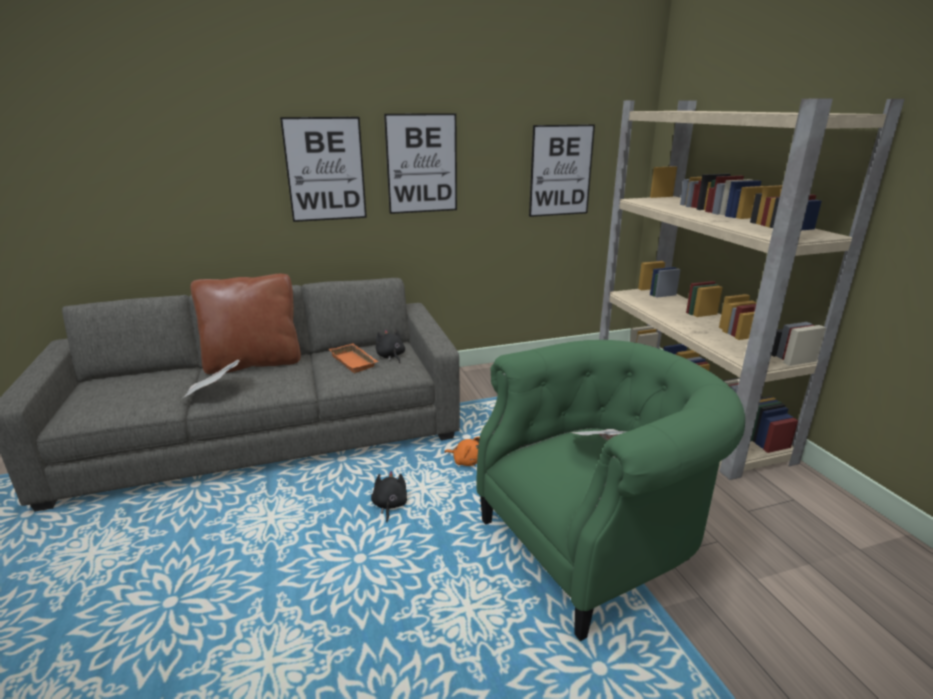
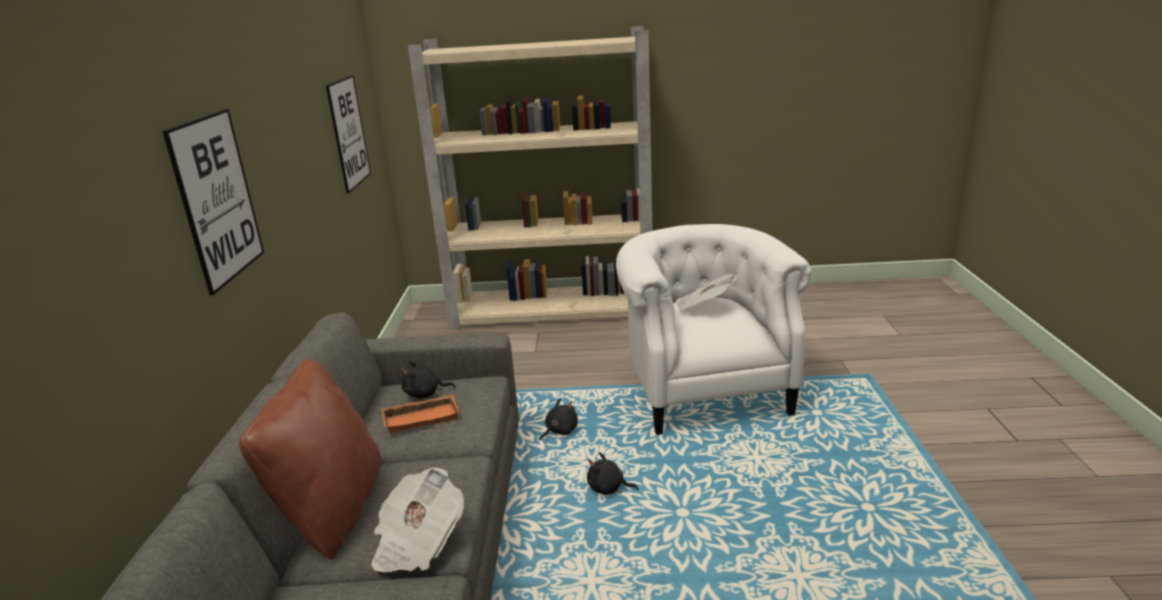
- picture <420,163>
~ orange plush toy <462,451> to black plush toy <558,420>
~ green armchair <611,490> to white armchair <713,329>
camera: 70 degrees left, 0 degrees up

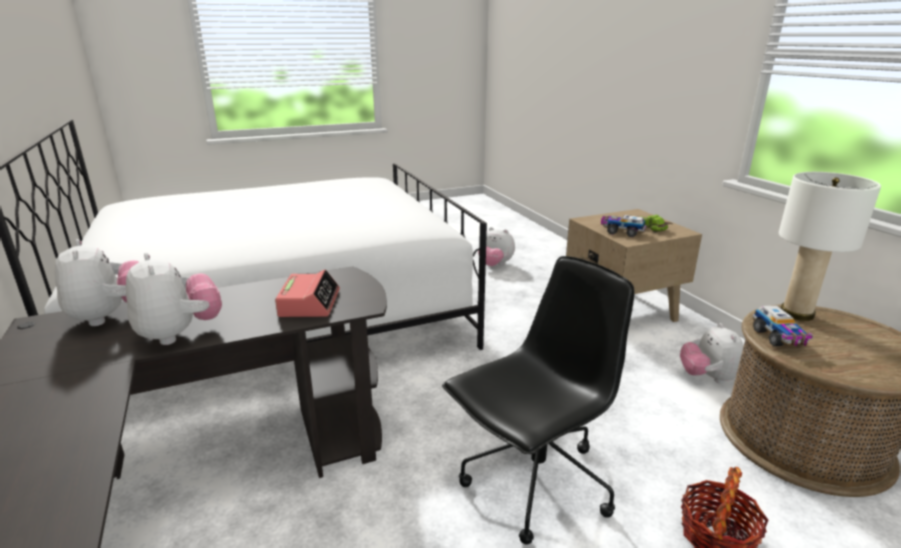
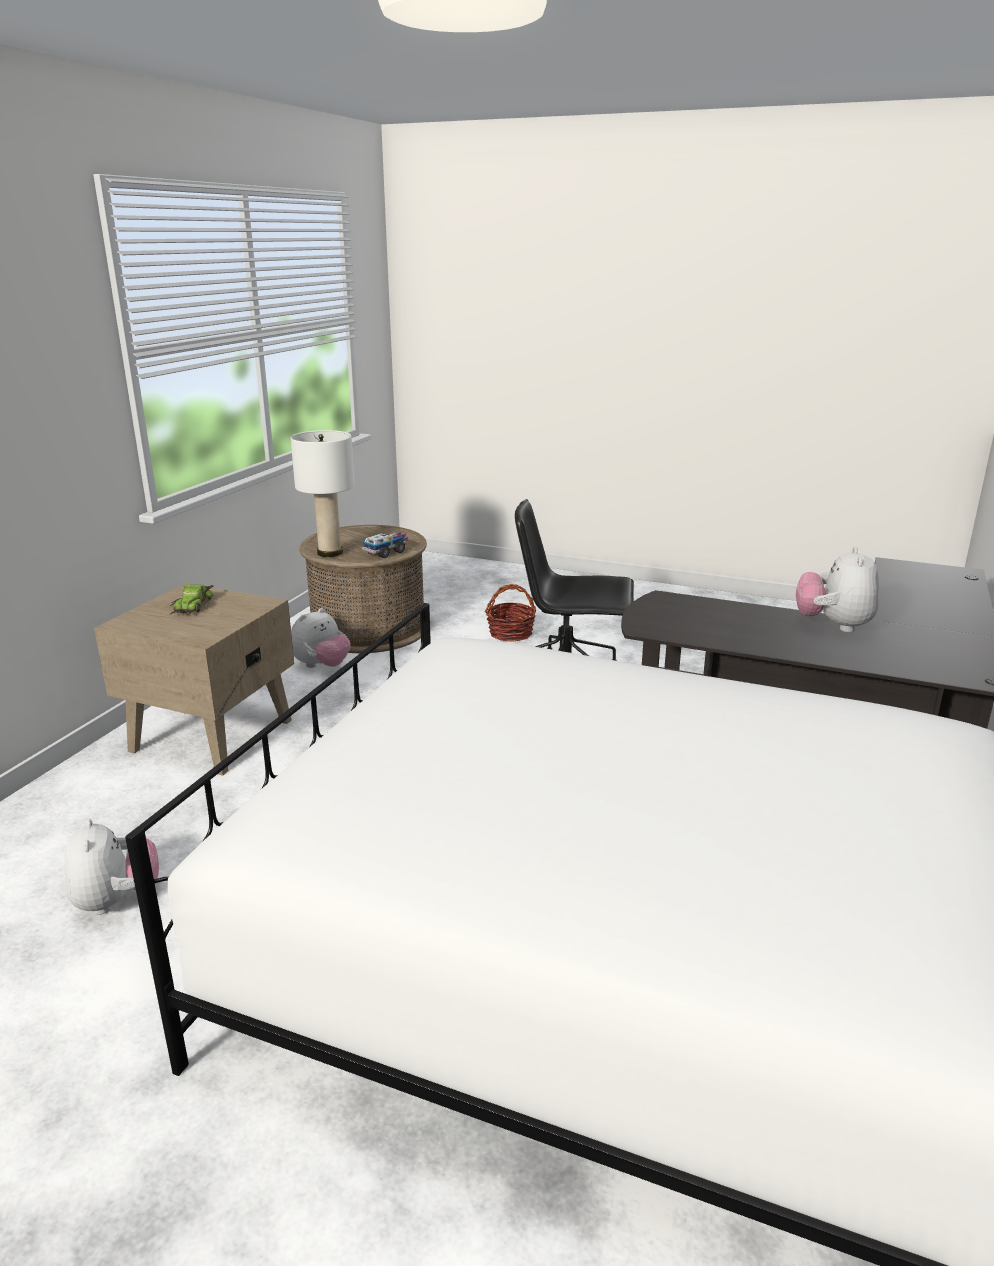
- plush toy <97,282>
- alarm clock <307,293>
- toy truck <623,226>
camera: 135 degrees left, 0 degrees up

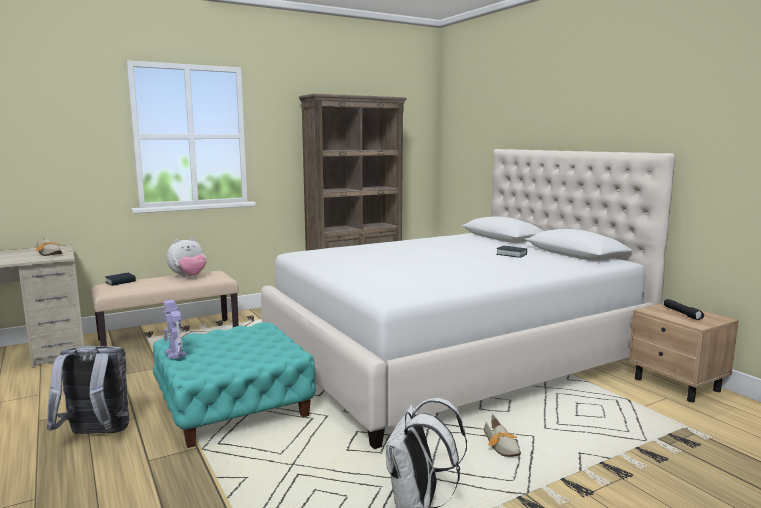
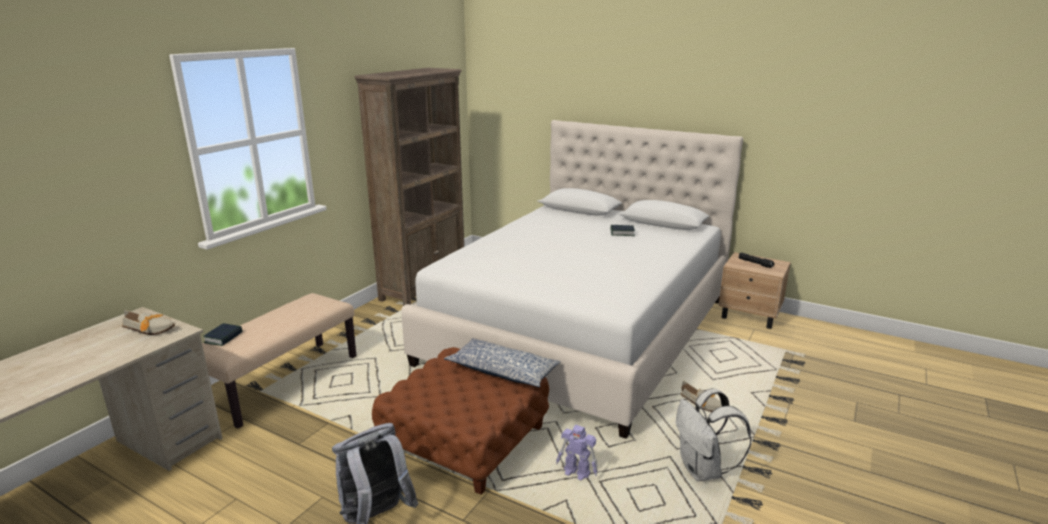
- plush toy <186,257>
+ pillow <502,362>
~ toy robot <174,329> to <577,452>
~ turquoise ottoman <234,385> to brown ottoman <460,421>
camera: 30 degrees left, 10 degrees up

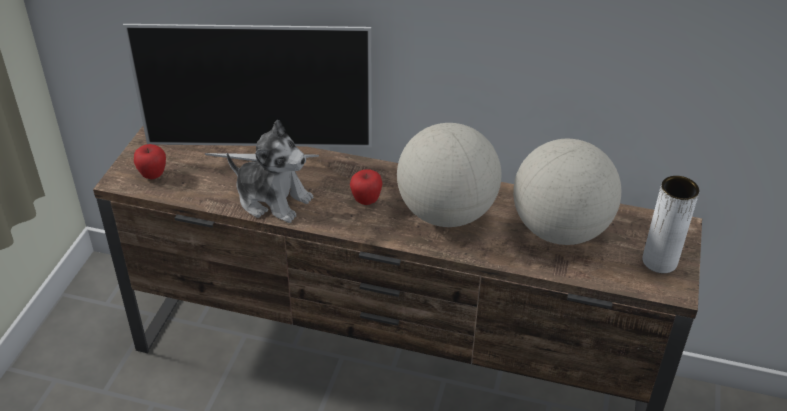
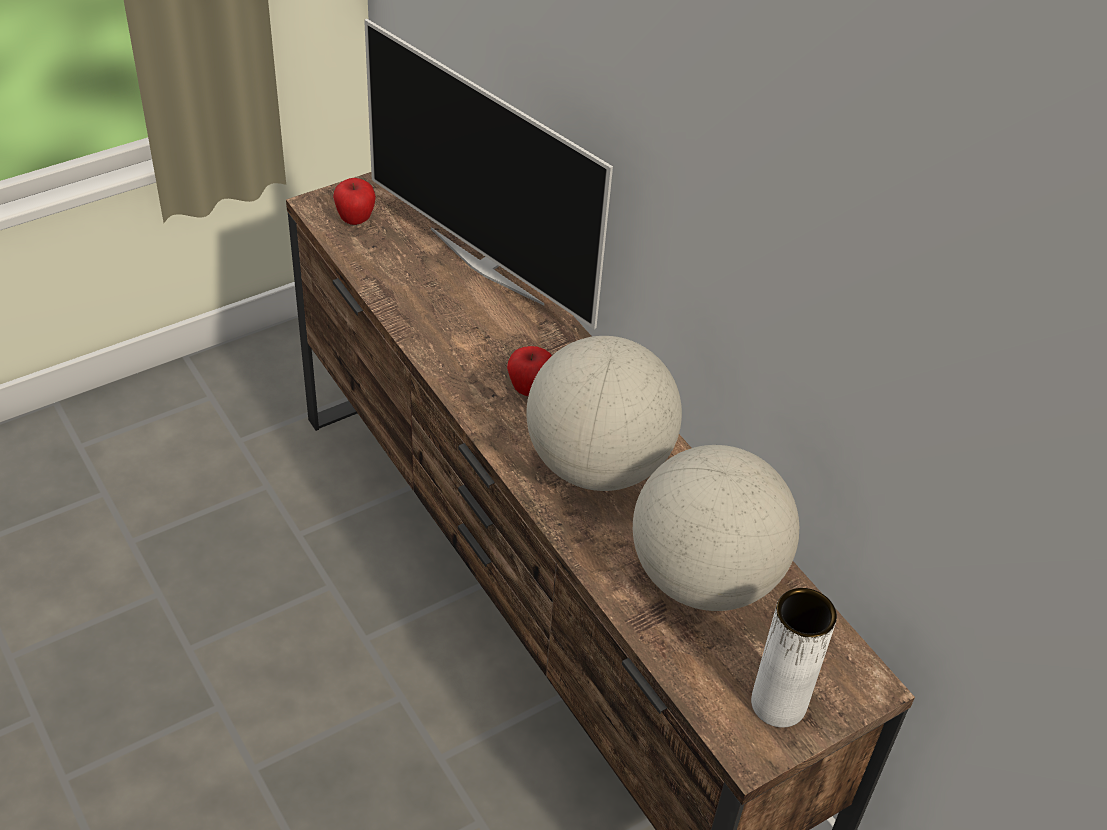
- plush toy <270,171>
camera: 40 degrees right, 5 degrees up

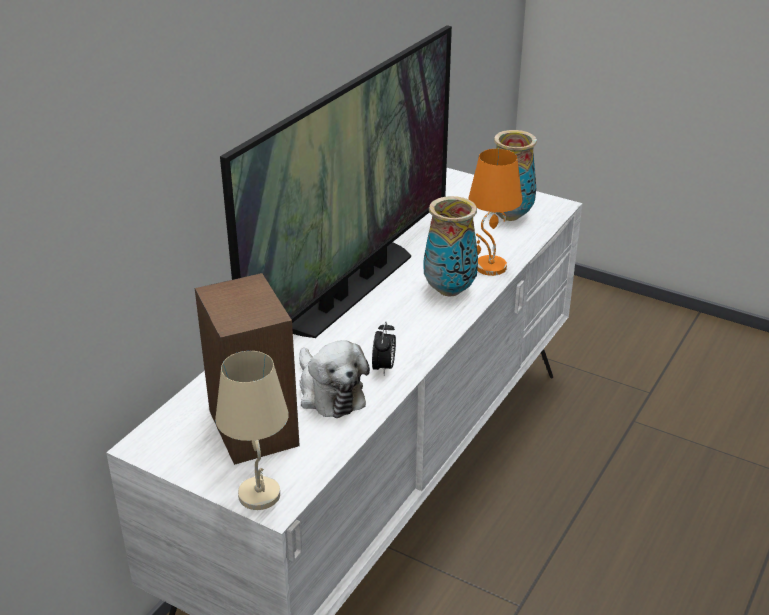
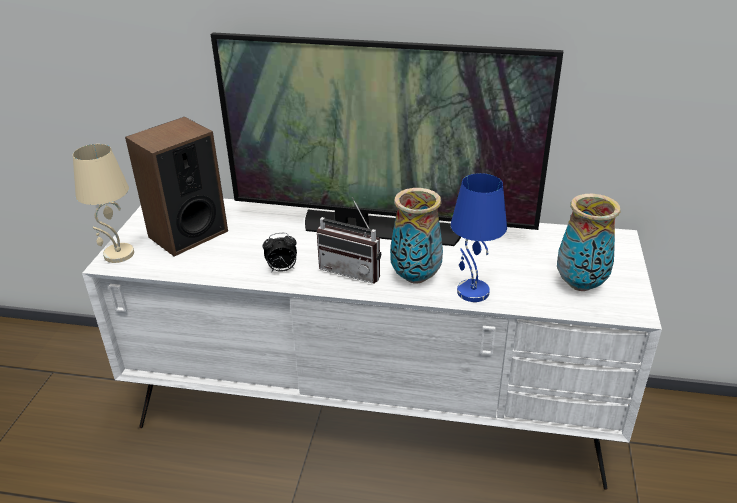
- plush toy <334,379>
+ radio <349,240>
~ orange table lamp <495,212> to blue table lamp <479,237>
camera: 70 degrees right, 0 degrees up

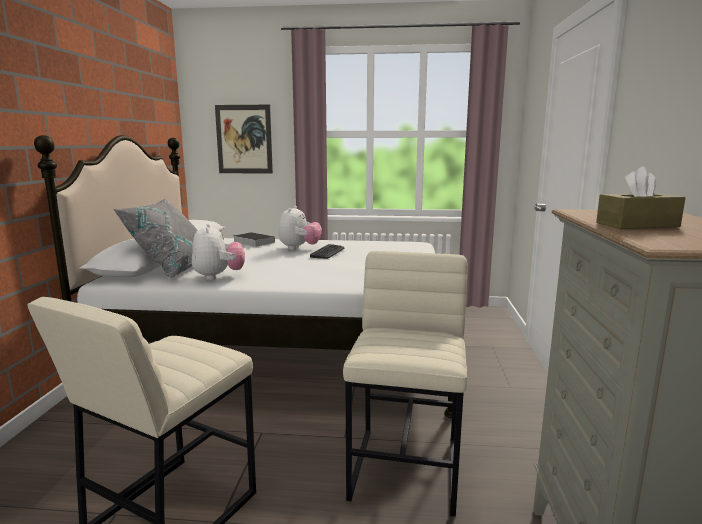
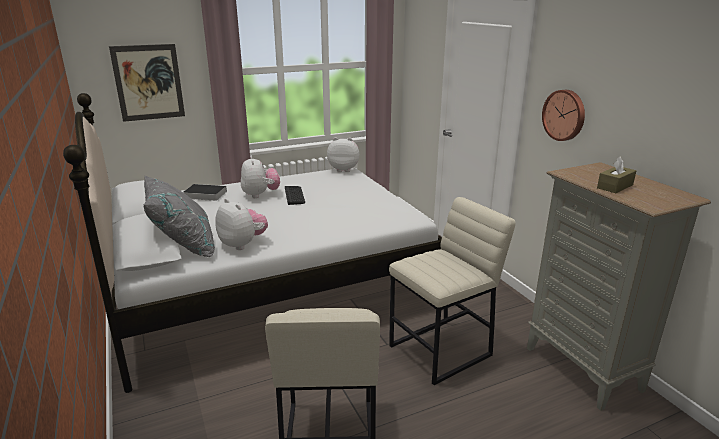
+ plush toy <343,154>
+ wall clock <563,115>
~ beige chair <405,384> = <452,291> 75 degrees clockwise
camera: 30 degrees left, 10 degrees up

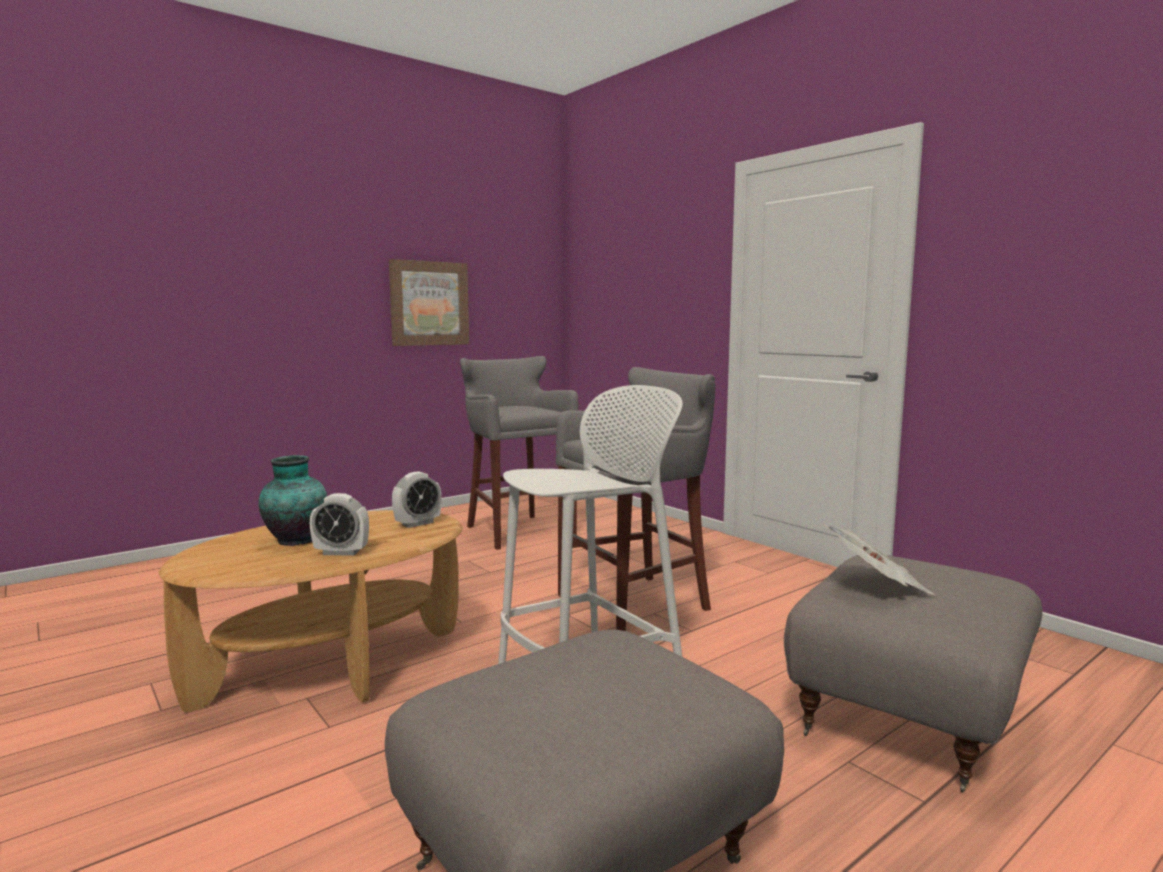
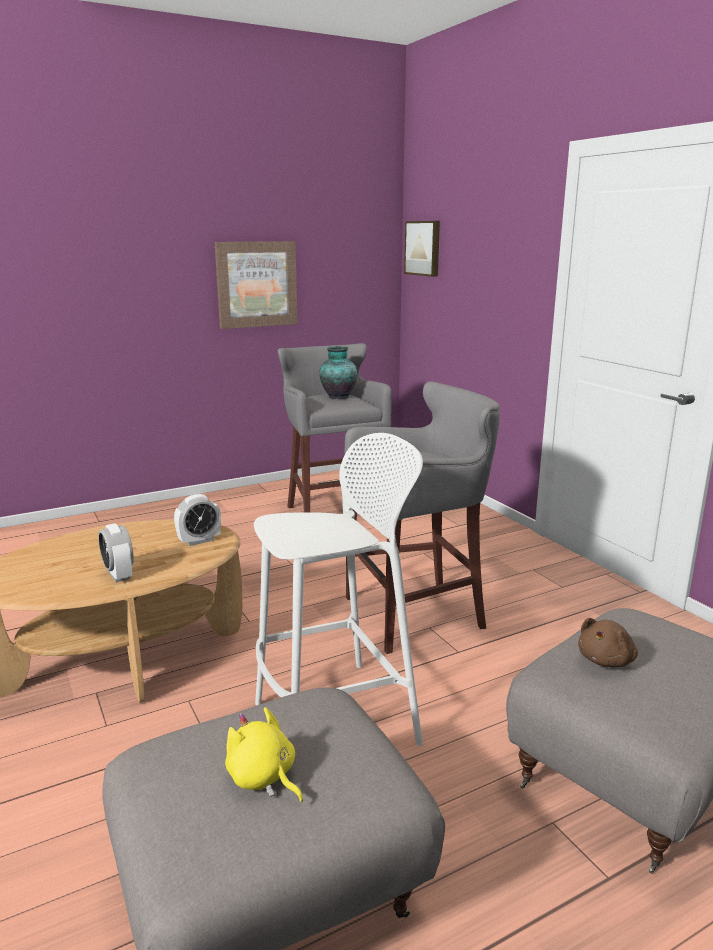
+ yellow plush toy <264,754>
+ picture <422,249>
~ vase <293,500> to <338,372>
~ newspaper <879,559> to brown plush toy <608,642>
~ alarm clock <339,524> = <116,553> 45 degrees clockwise
camera: 10 degrees right, 10 degrees up

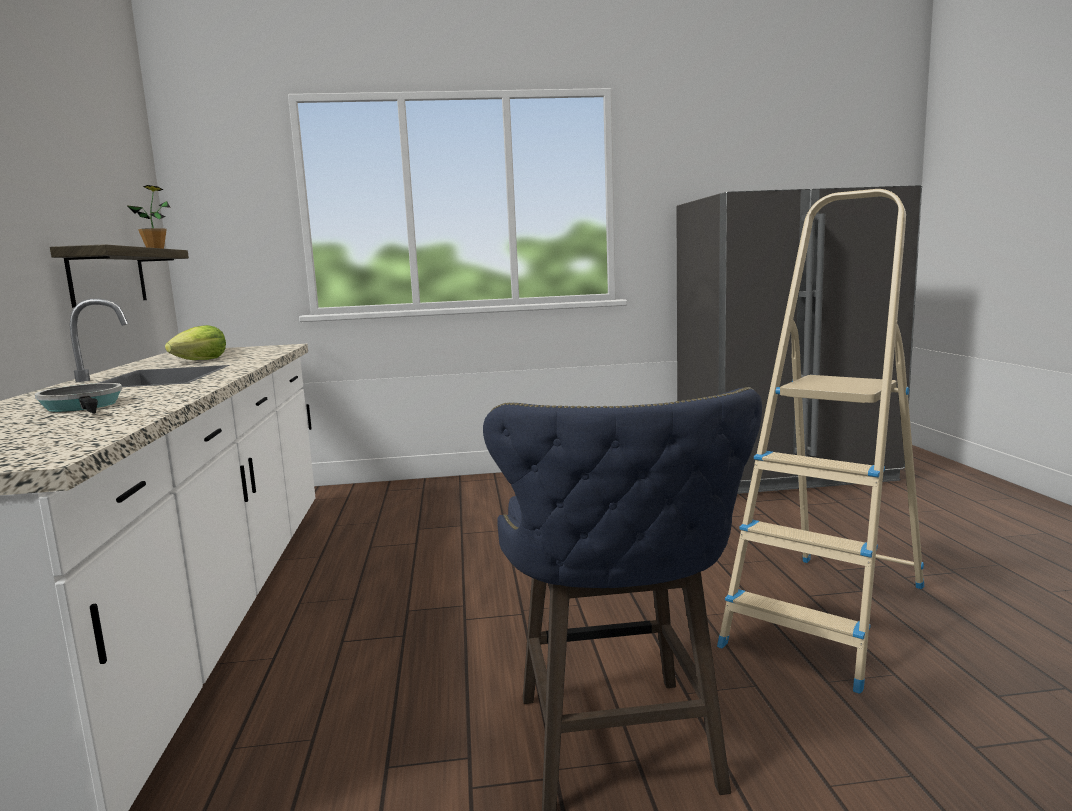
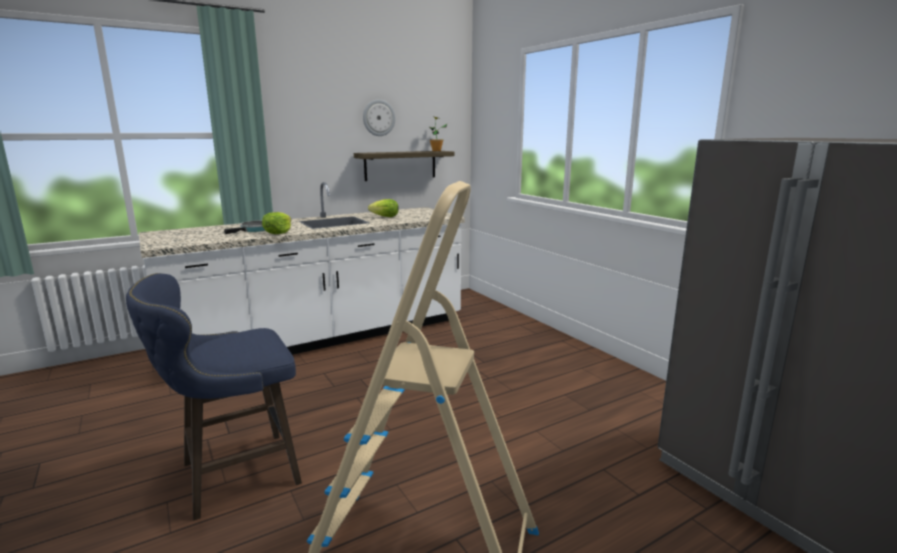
+ lettuce <276,223>
+ wall clock <379,117>
camera: 65 degrees right, 5 degrees up

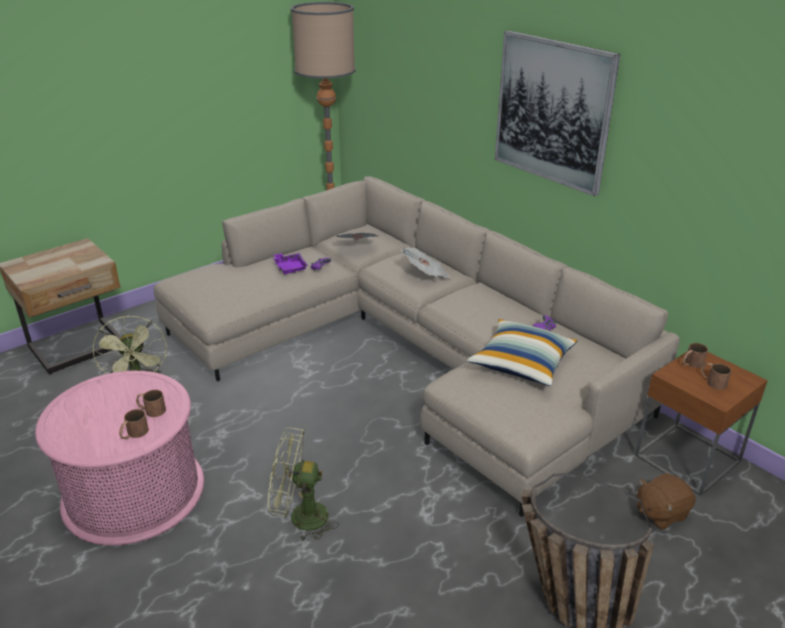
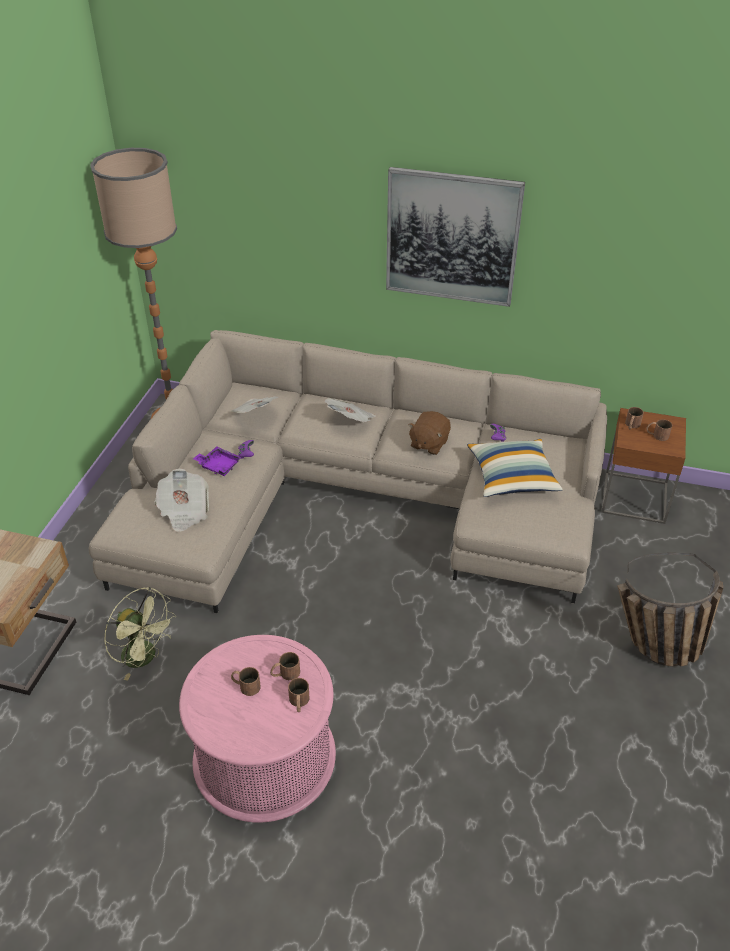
- green fan <303,484>
+ newspaper <182,500>
+ brown mug <246,681>
~ brown plush toy <666,501> to <429,433>
camera: 35 degrees left, 10 degrees up

